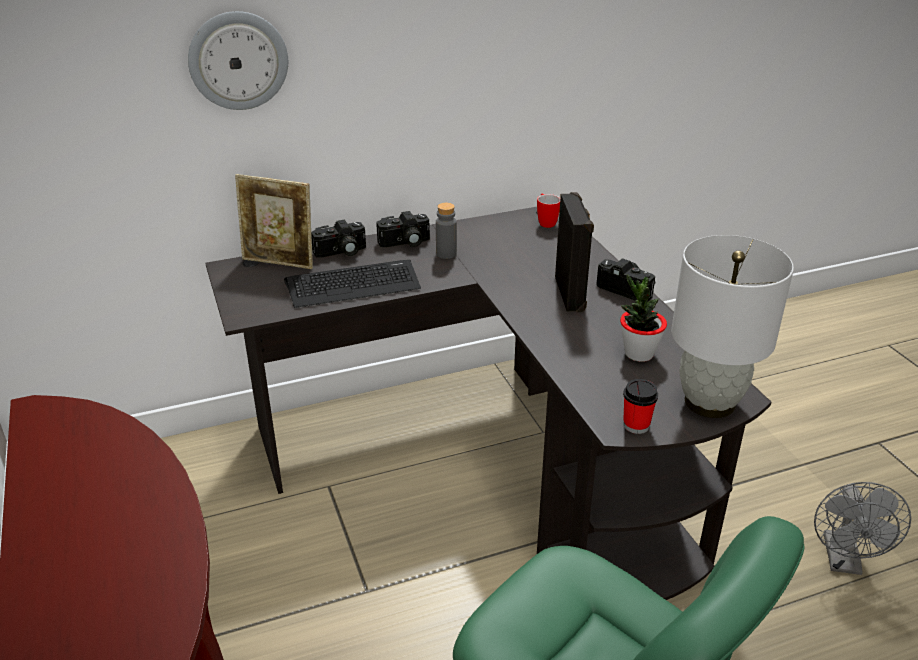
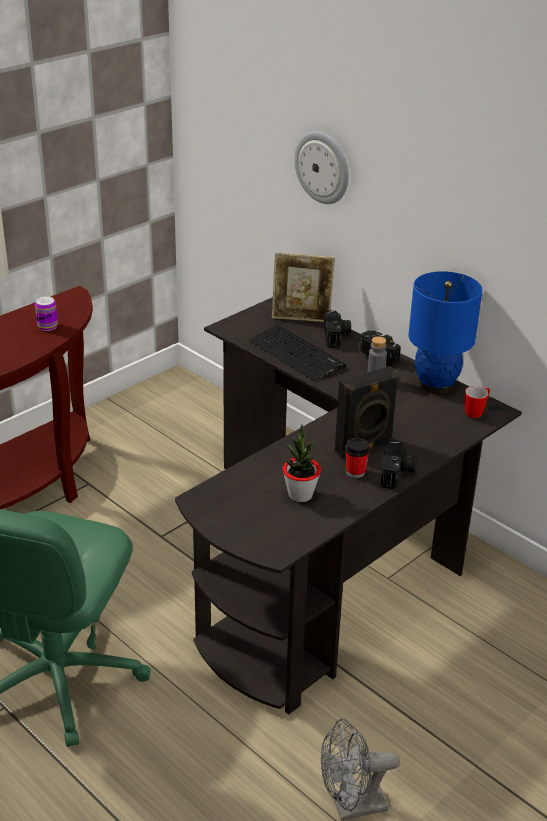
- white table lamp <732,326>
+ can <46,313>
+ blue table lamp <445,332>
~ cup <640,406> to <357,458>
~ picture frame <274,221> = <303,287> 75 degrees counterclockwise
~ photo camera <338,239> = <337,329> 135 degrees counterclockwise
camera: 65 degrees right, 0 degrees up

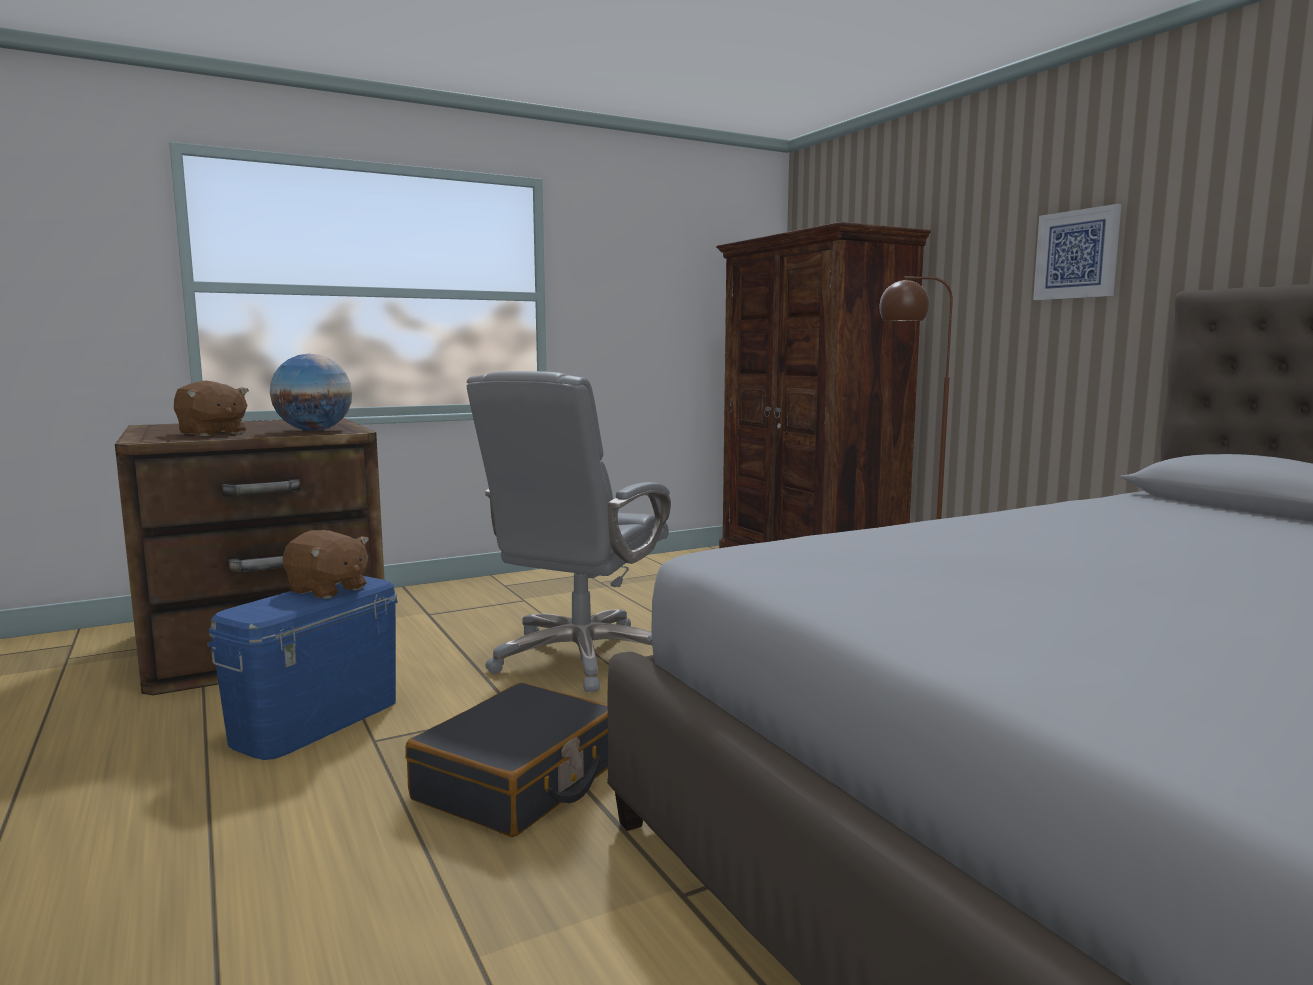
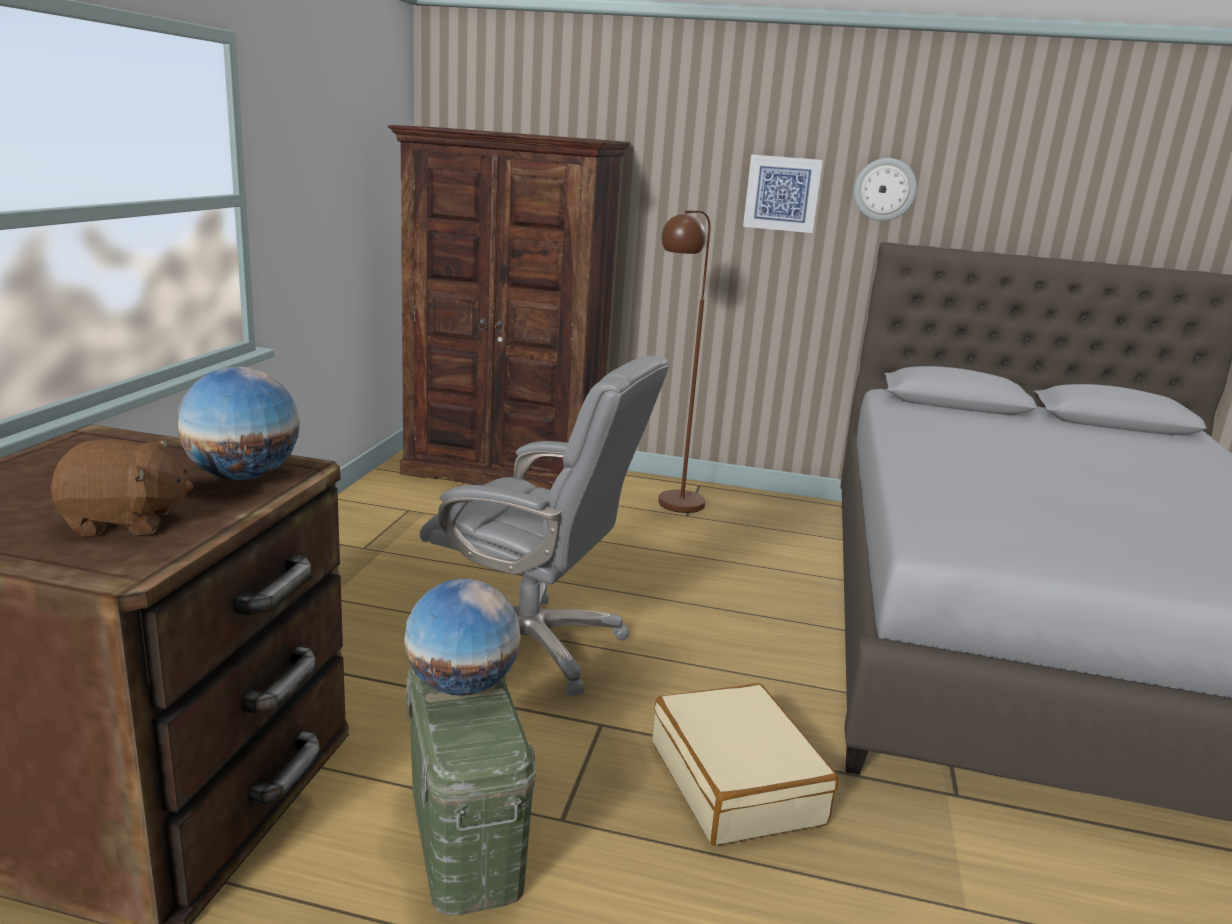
+ wall clock <885,189>
~ brown plush toy <326,564> to globe <462,637>
~ blue storage box <303,668> to green storage box <470,791>
~ black suitcase <506,760> to beige suitcase <745,764>
~ grey office chair <569,531> = <544,526> 45 degrees counterclockwise
camera: 50 degrees left, 10 degrees up

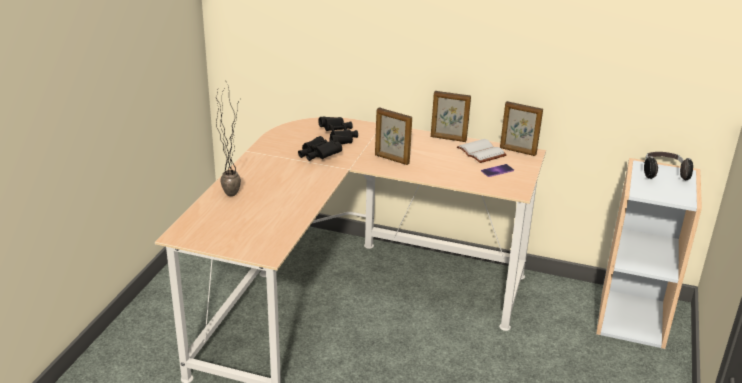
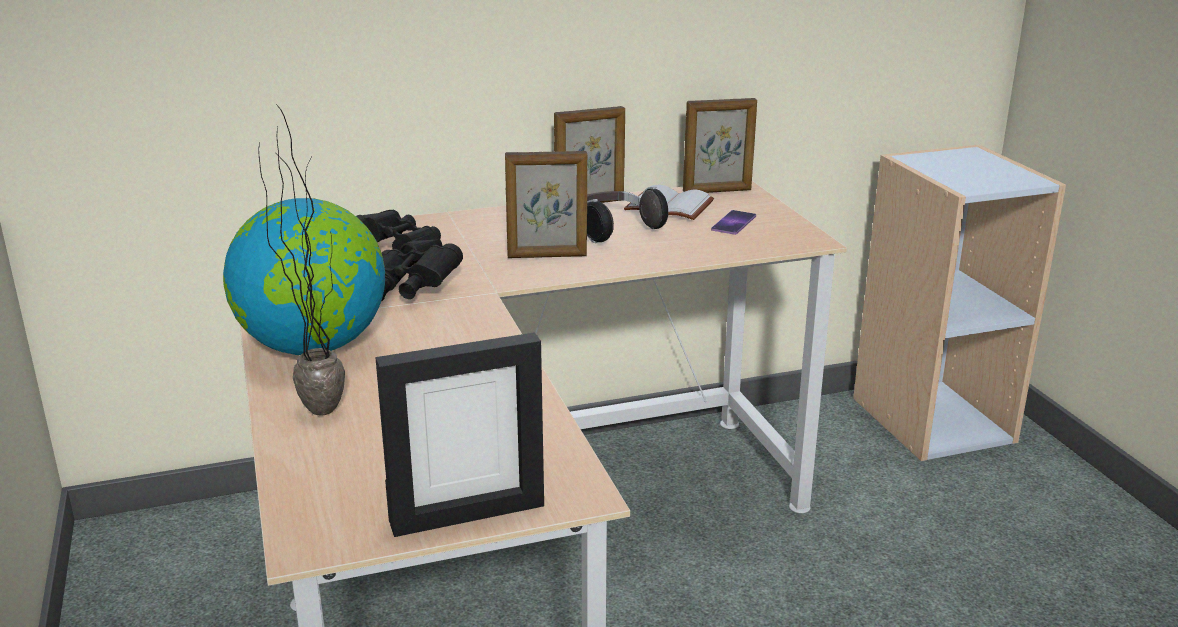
+ globe <304,276>
+ picture frame <459,434>
~ headphones <668,166> to <627,214>
camera: 35 degrees left, 5 degrees down

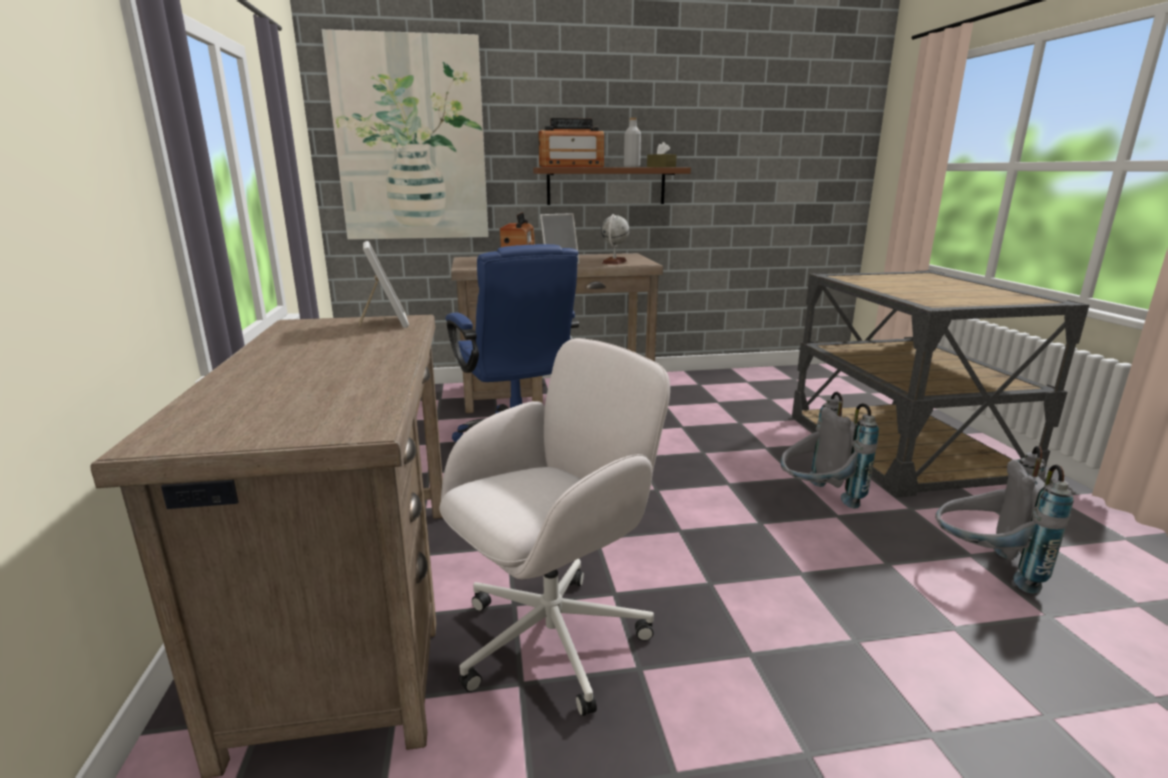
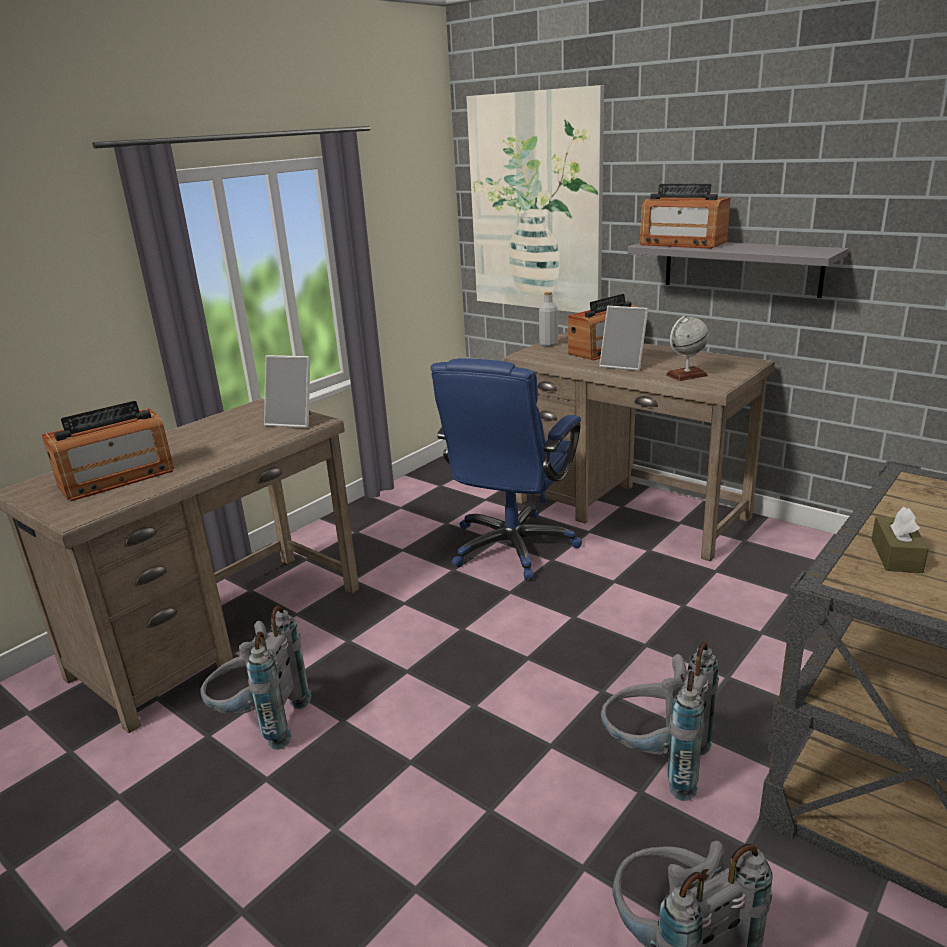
+ radio <108,451>
~ grey bottle <632,142> to <548,319>
~ brown tissue box <662,154> to <900,540>
~ white office chair <554,527> to grey backpack <256,678>
~ brown shelf <612,186> to grey shelf <737,270>
~ picture frame <384,284> = <288,391> 75 degrees clockwise
camera: 50 degrees right, 5 degrees up

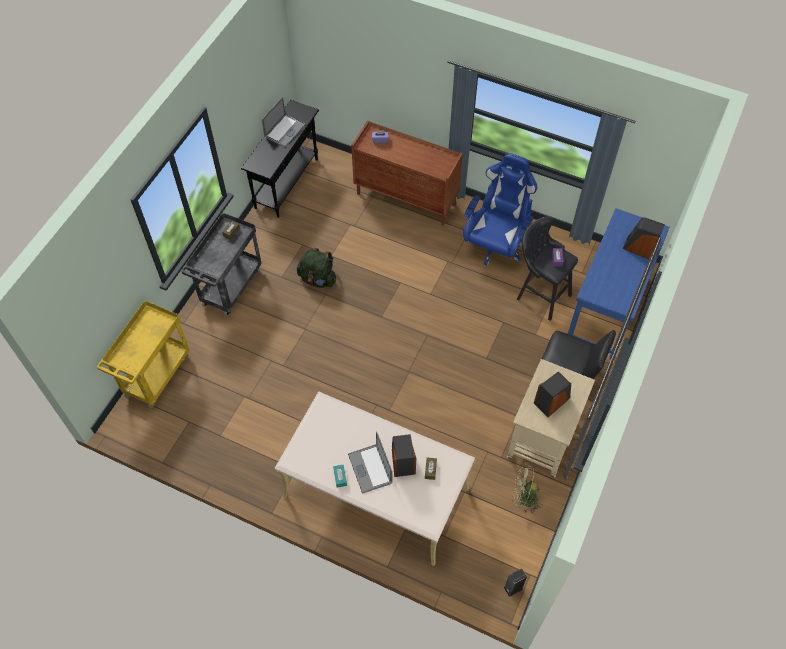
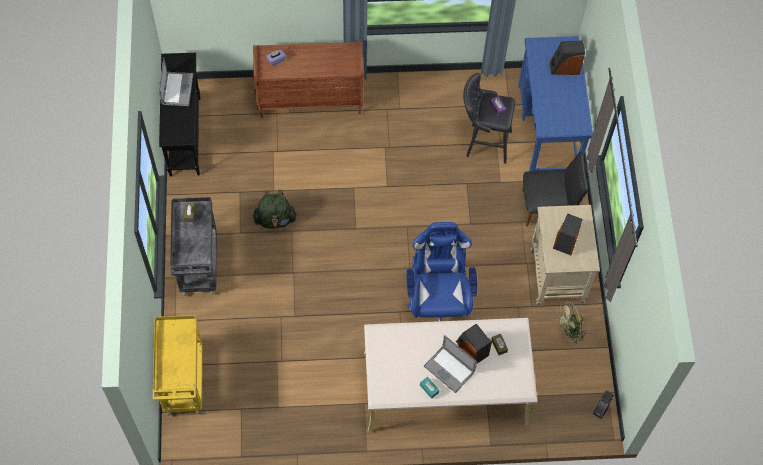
~ blue office chair <500,209> to <441,271>
camera: 30 degrees left, 5 degrees up

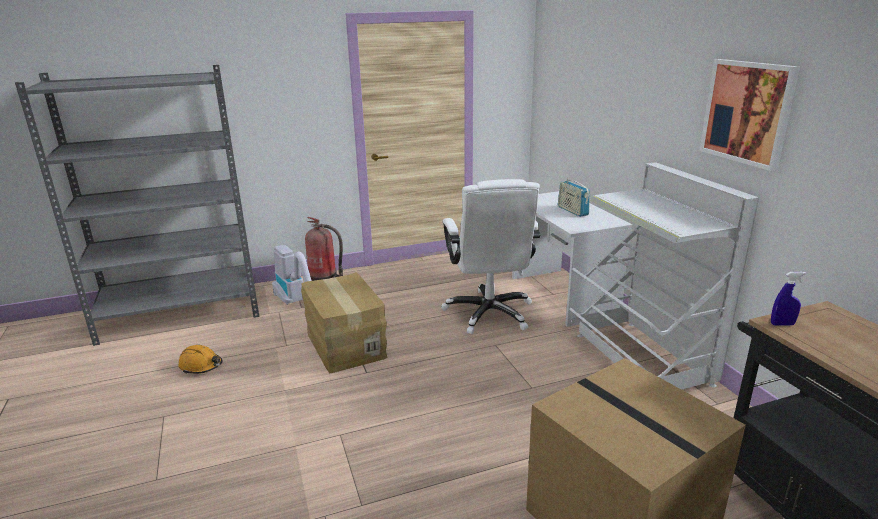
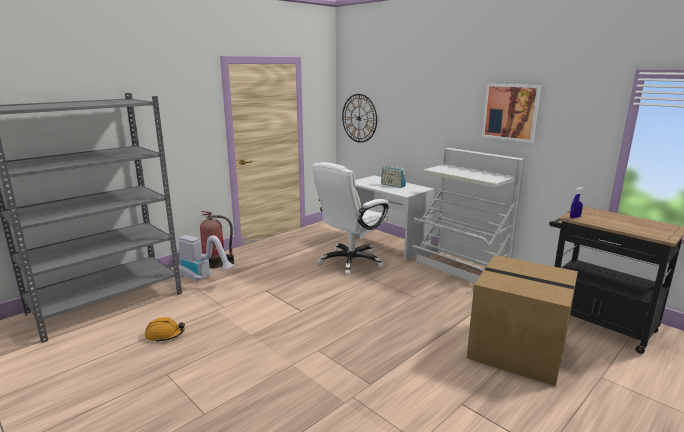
- cardboard box <344,322>
+ wall clock <359,118>
~ white office chair <490,257> = <351,218> 75 degrees clockwise
camera: 25 degrees left, 5 degrees down

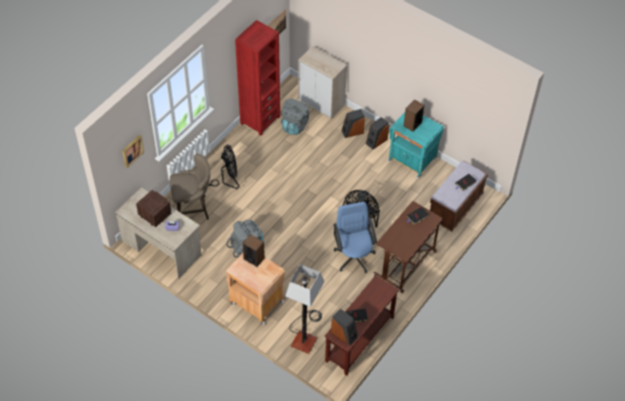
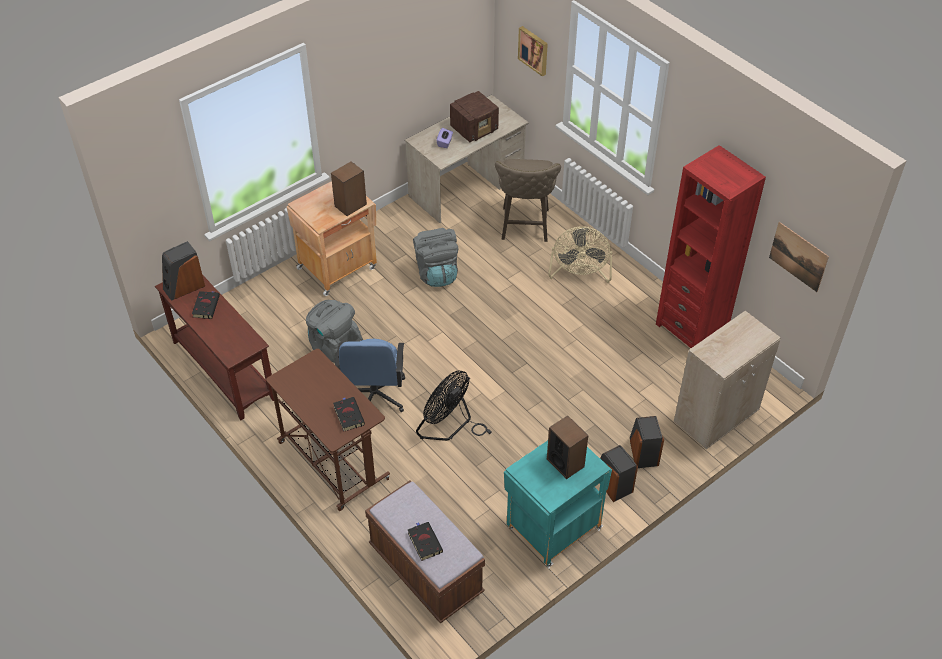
- floor lamp <304,309>
~ grey backpack <295,117> to <334,331>
~ black fan <223,167> to beige fan <580,254>
~ blue office chair <355,237> = <370,375> 90 degrees clockwise
camera: 105 degrees right, 5 degrees down

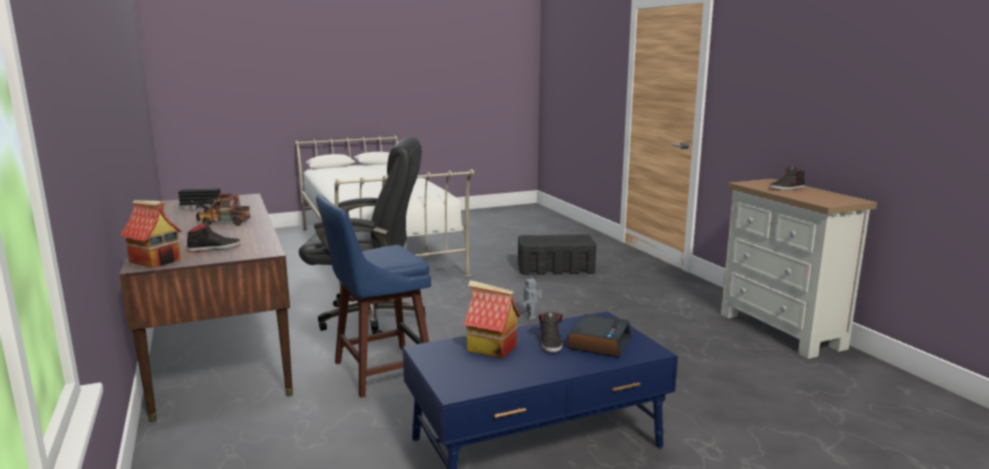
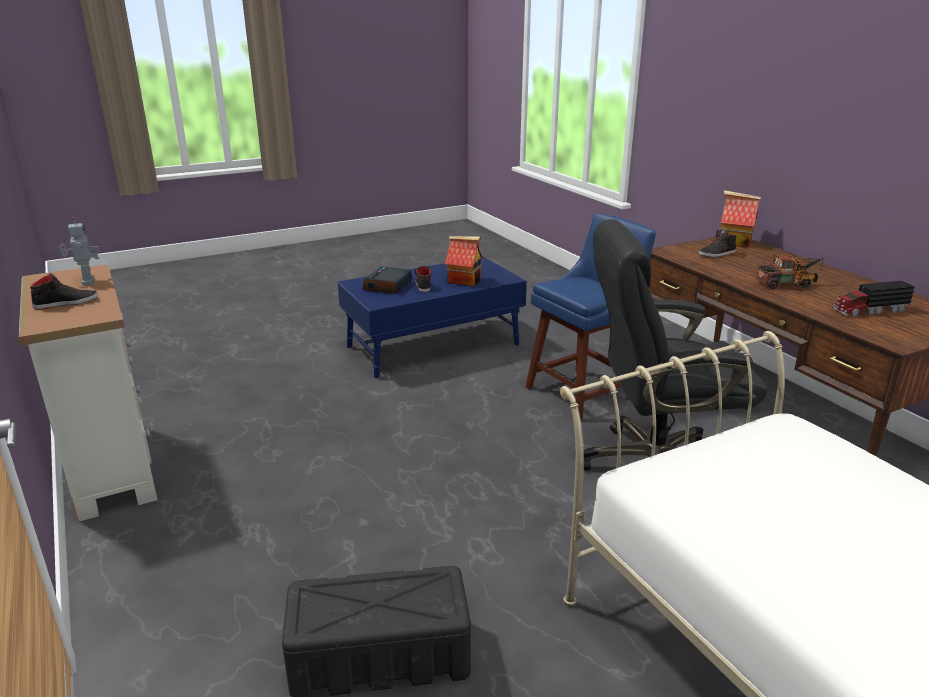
~ toy robot <530,297> to <79,251>
camera: 175 degrees right, 10 degrees up

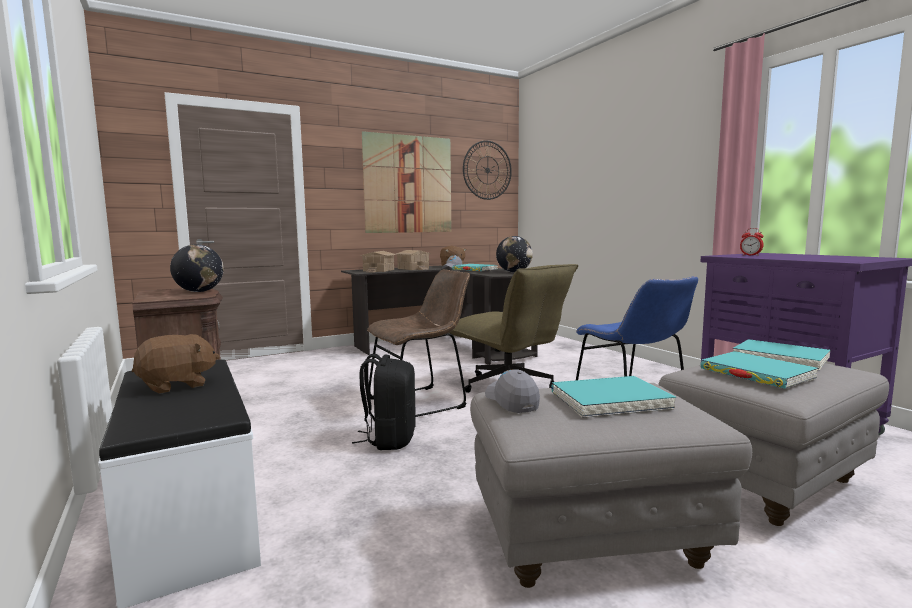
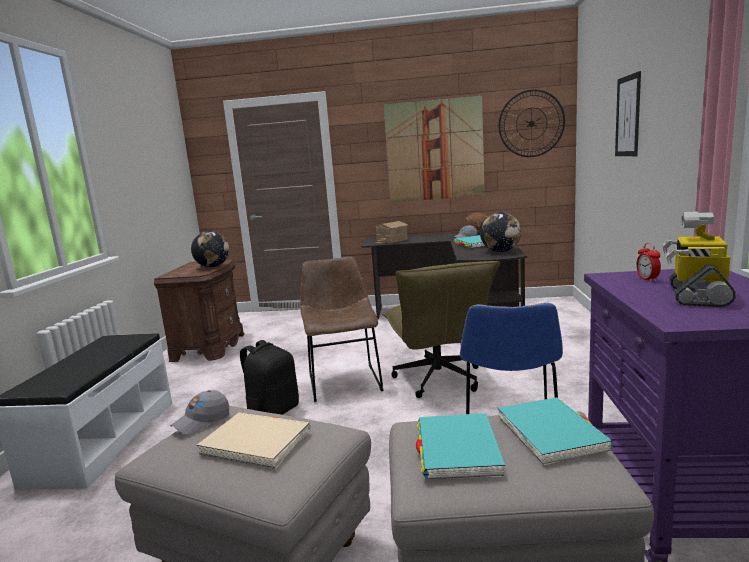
- brown plush toy <176,364>
- toy house <413,260>
+ picture <628,113>
+ toy robot <699,259>
~ turquoise book <613,397> to beige book <254,441>
~ brown chair <418,343> = <341,329> 105 degrees counterclockwise
~ grey cap <512,391> = <199,412> 150 degrees counterclockwise
camera: 35 degrees right, 5 degrees up

